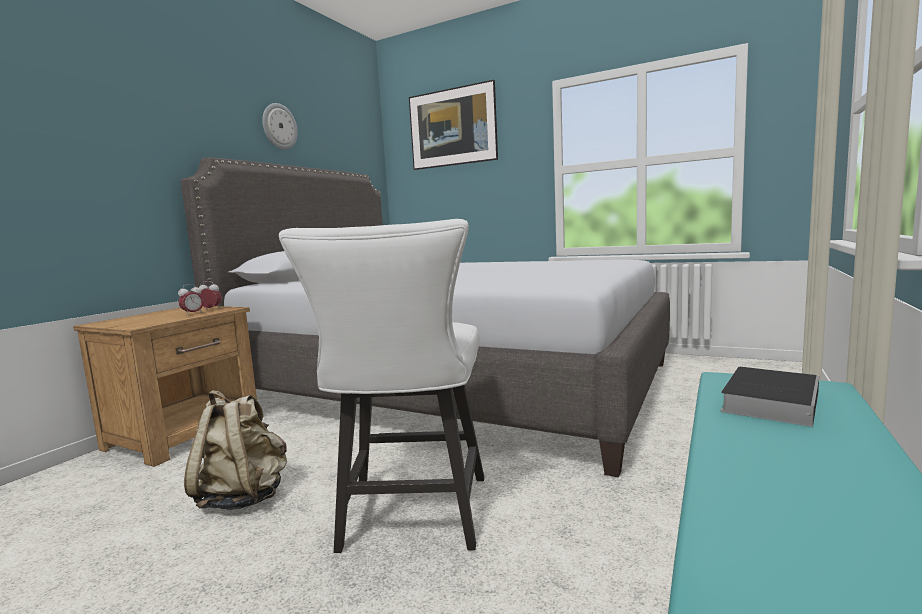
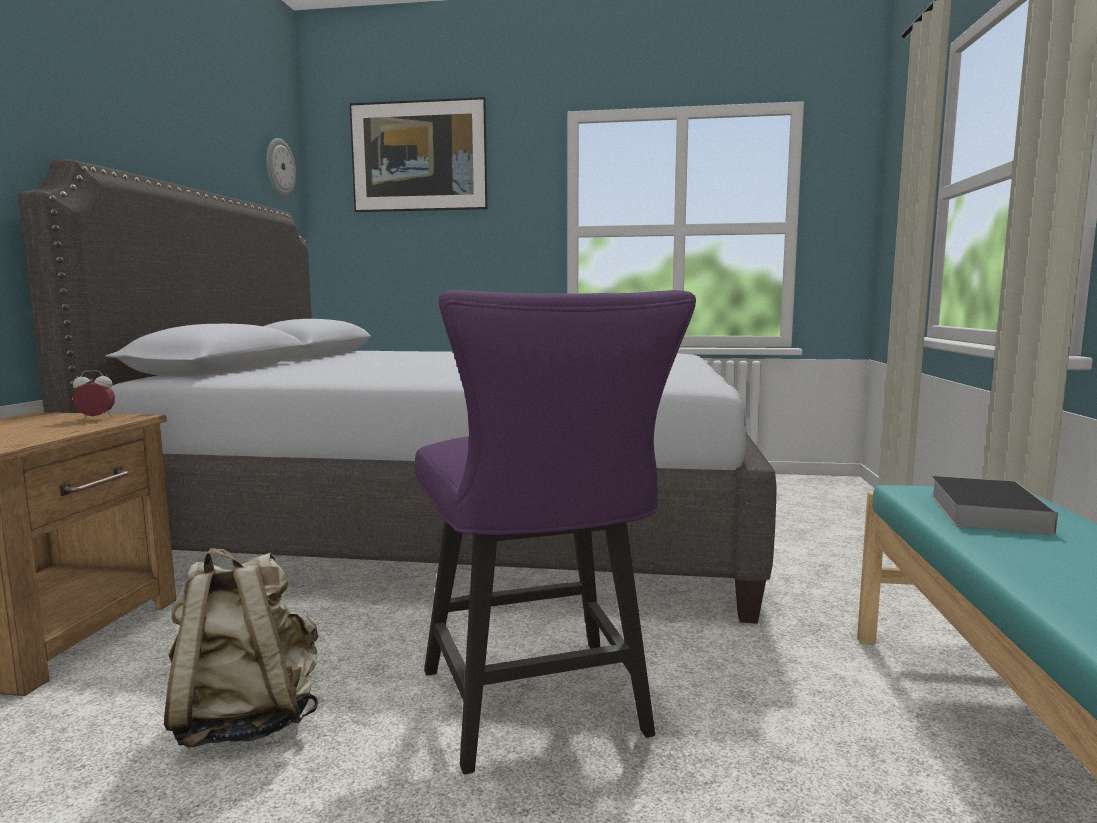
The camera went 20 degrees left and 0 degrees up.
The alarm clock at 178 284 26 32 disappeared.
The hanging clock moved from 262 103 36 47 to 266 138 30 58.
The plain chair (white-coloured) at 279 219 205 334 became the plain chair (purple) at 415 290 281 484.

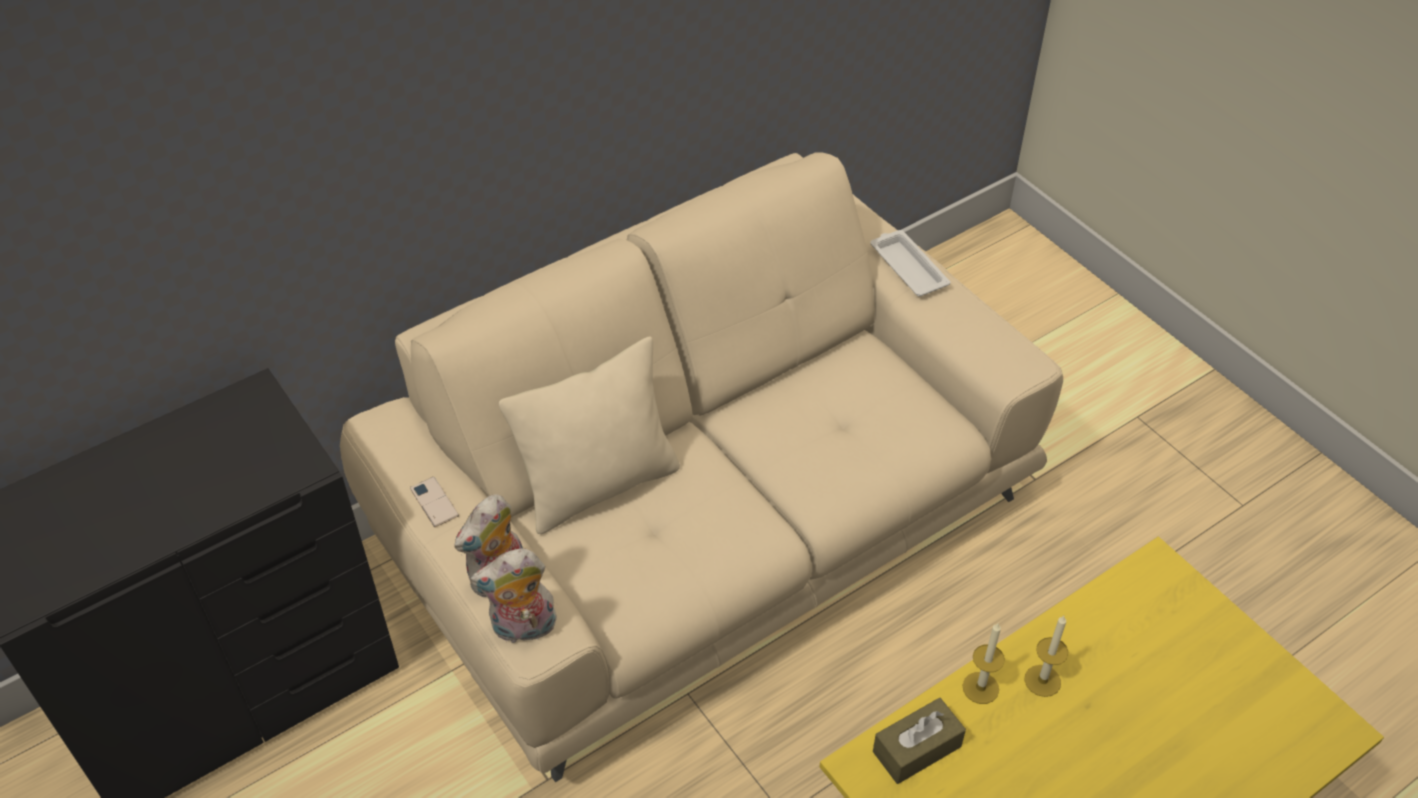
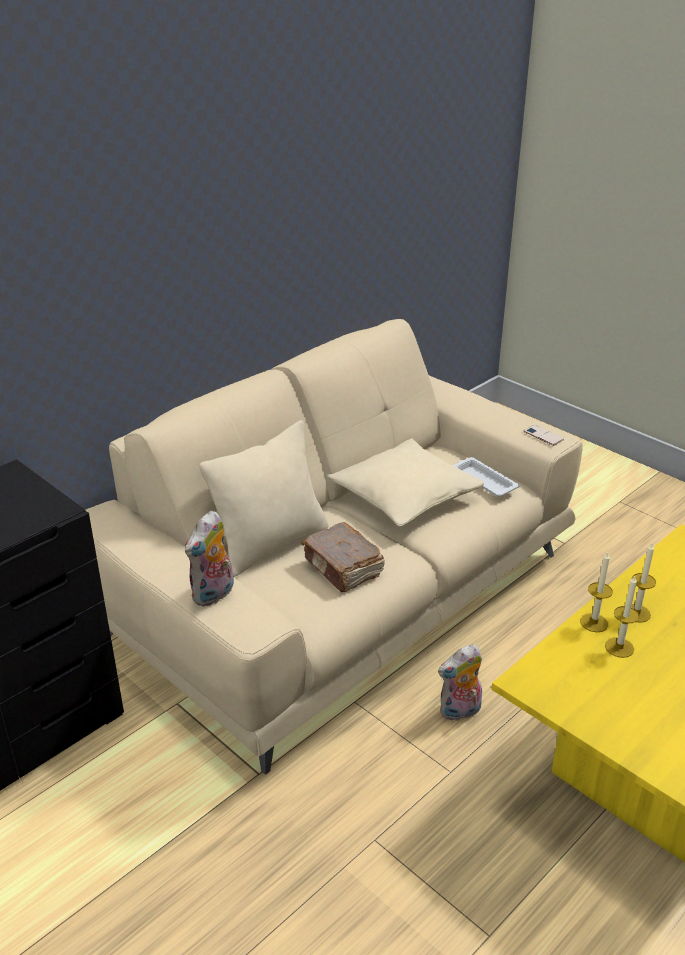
The camera went 10 degrees left and 15 degrees down.
The tissue holder (brown-coloured) at 873 698 93 86 disappeared.
The bound book (brown-coloured) at 301 522 84 70 appeared.
The cushion (sand-coloured) at 327 438 157 89 appeared.
The wax candle at 605 576 34 82 appeared.
The handset moved from 410 477 49 50 to 524 425 40 21.
The plush toy moved from 470 548 87 95 to 438 644 45 77.
The tray (white-coloured) moved from 870 230 81 66 to 453 457 67 40.

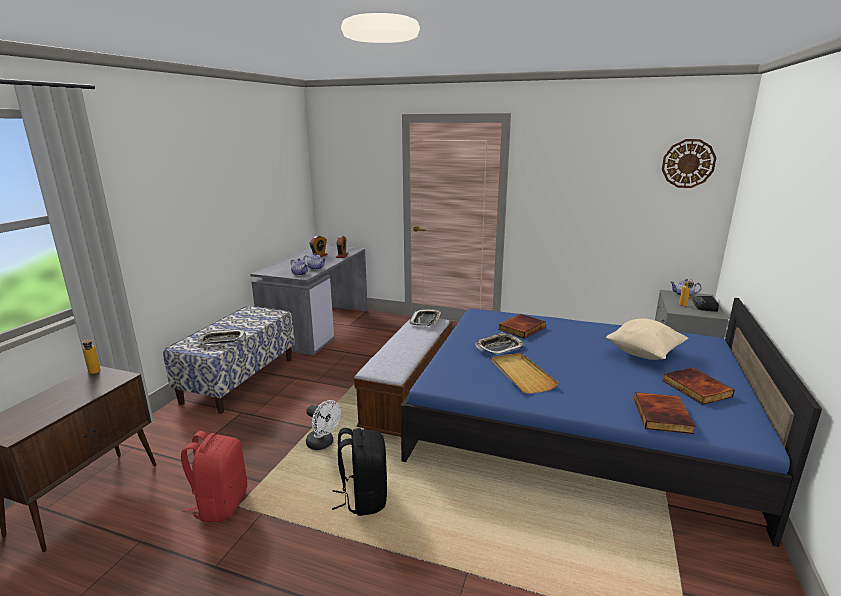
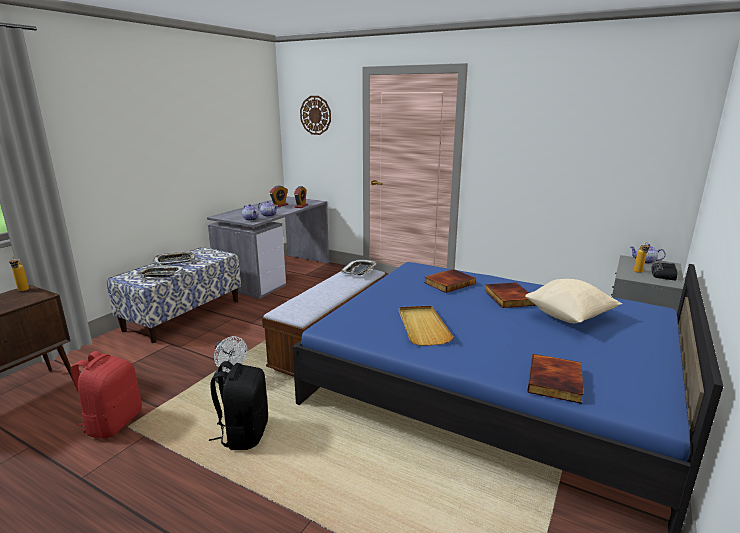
The camera went 10 degrees right and 0 degrees up.
The tray moved from 475 332 50 23 to 153 251 42 14.
The hanging clock moved from 662 139 54 49 to 300 96 31 39.
The bound book moved from 662 368 73 37 to 485 282 50 26.

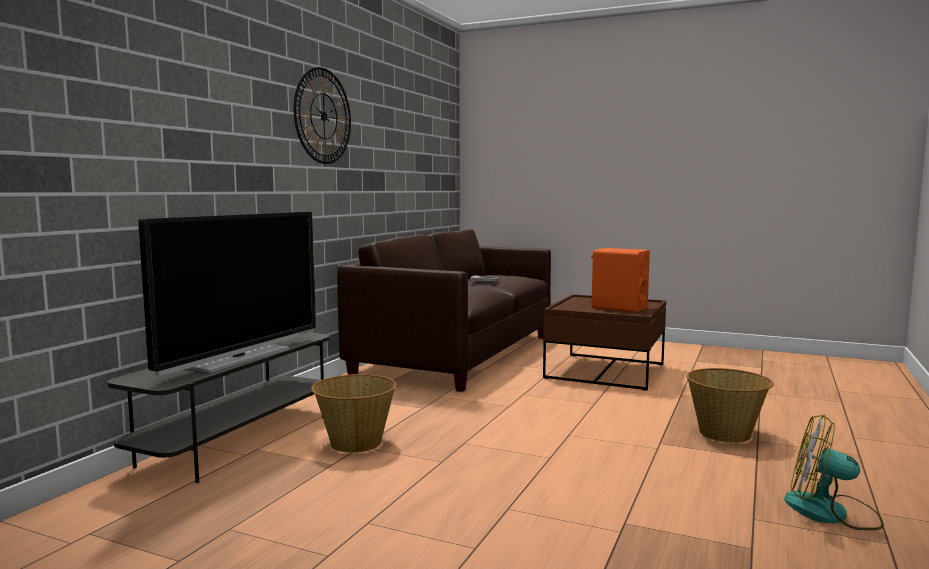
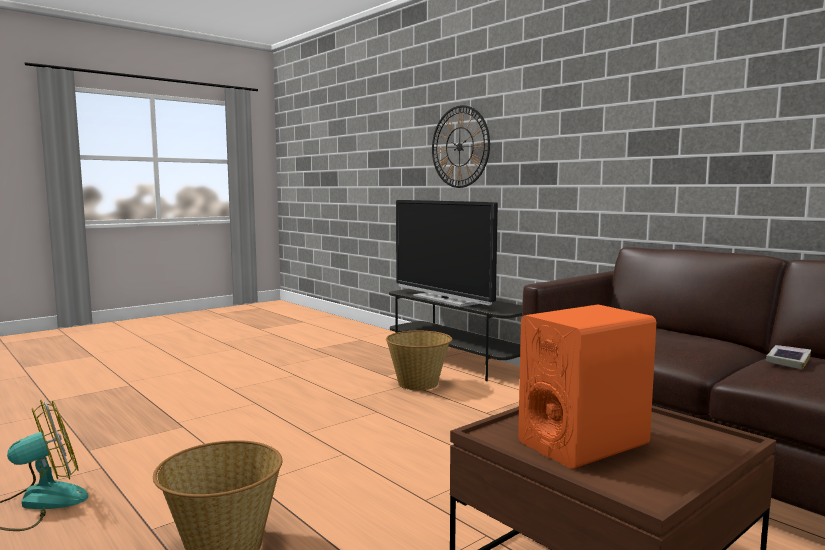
The camera went 115 degrees right and 0 degrees up.
The hanging clock moved from 294 67 57 97 to 432 105 58 83.

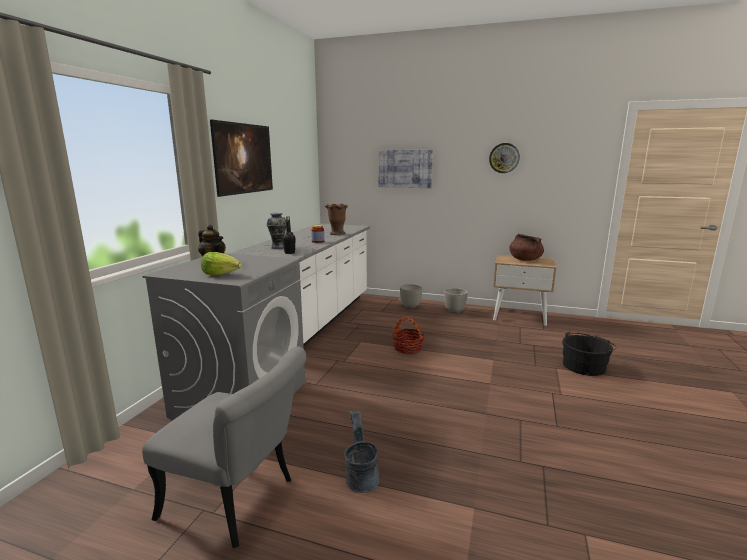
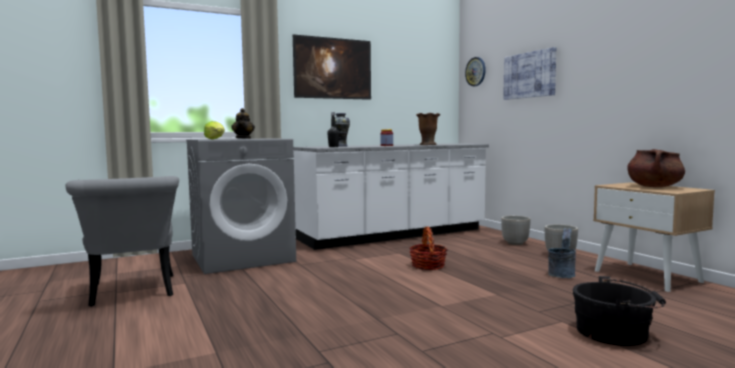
The camera went 45 degrees right and 10 degrees down.
The water bucket (gray) moved from 344 411 35 82 to 548 228 28 50.
The hanging clock moved from 489 143 31 30 to 465 57 21 29.

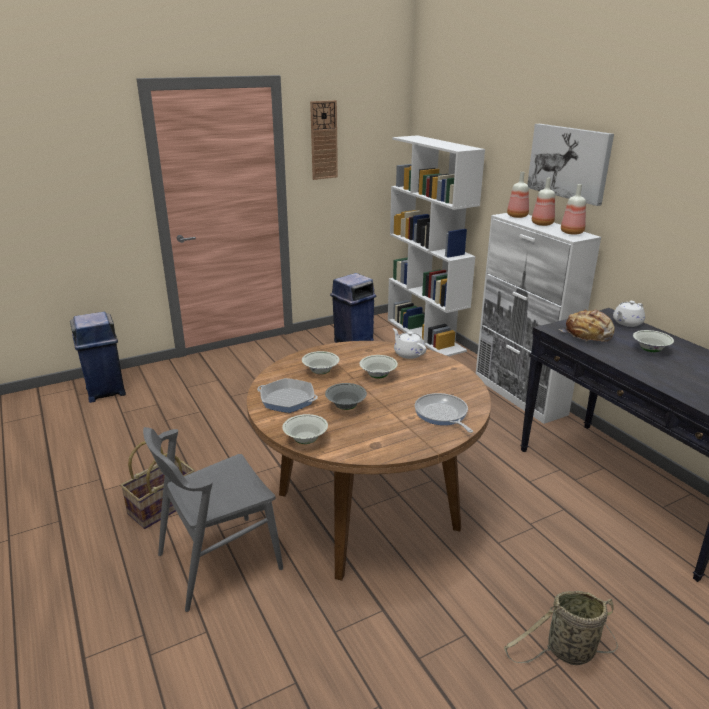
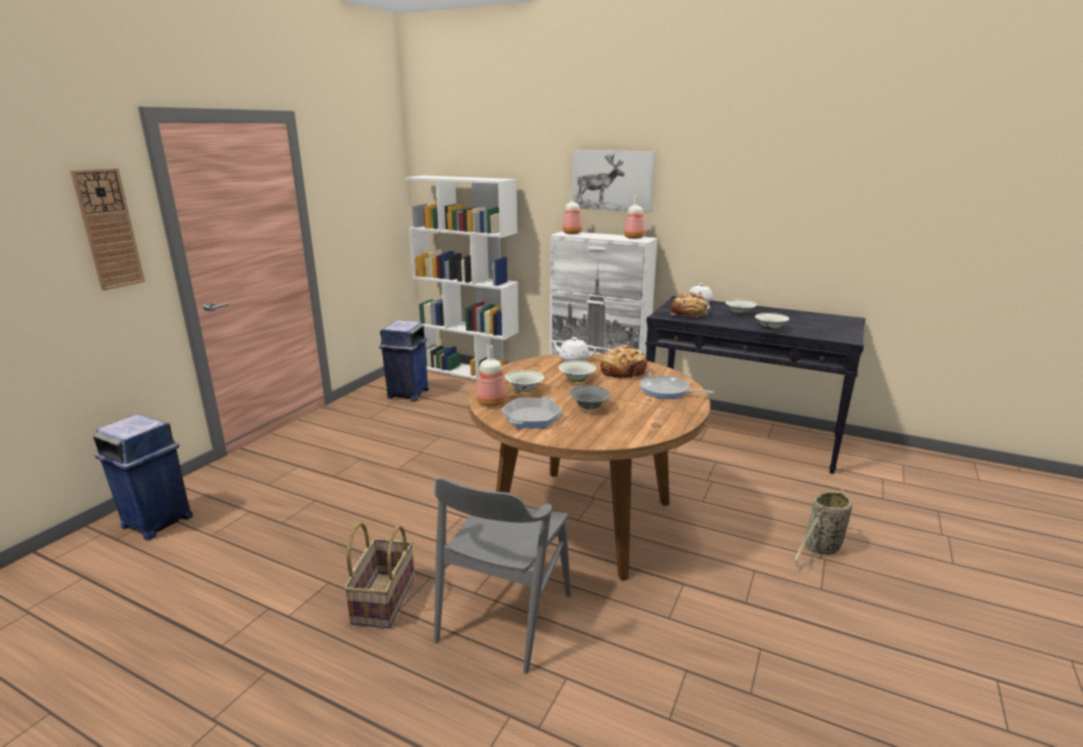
The camera went 35 degrees left and 5 degrees down.
The baked bread at 600 345 51 35 appeared.
The serving bowl (white-coloured) moved from 282 414 46 30 to 755 313 34 17.
The hanging clock moved from 310 100 28 80 to 70 168 75 123.
The drink bottle moved from 532 178 23 48 to 477 345 29 62.
The frying pan at 257 378 61 35 turned 135 degrees clockwise.

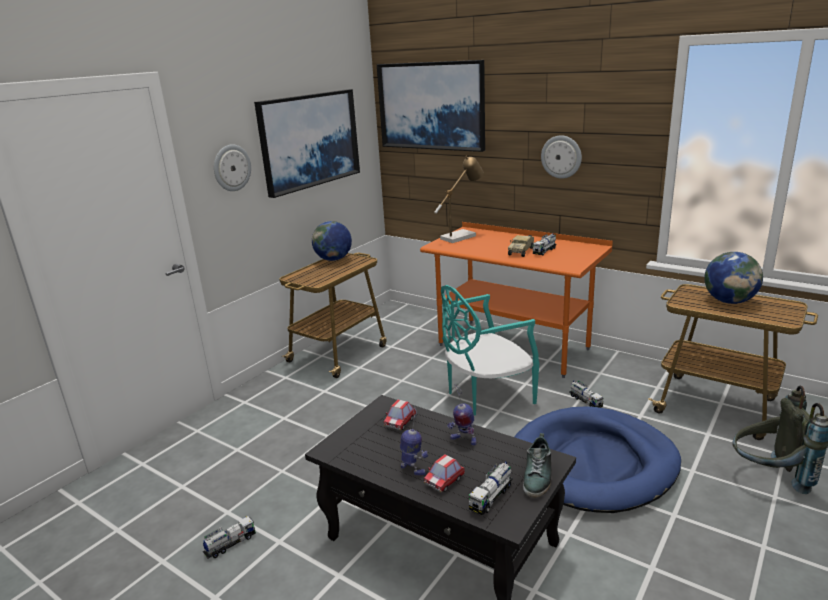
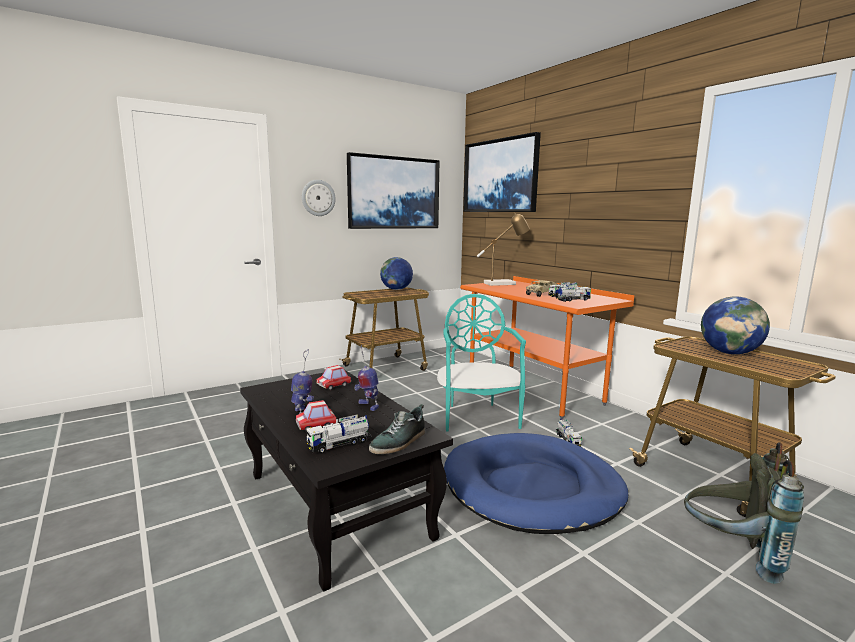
The camera went 20 degrees right and 10 degrees down.
The hanging clock at 541 135 41 44 disappeared.
The toy lorry moved from 203 516 53 43 to 556 286 35 16.
The plain chair (turquoise) at 441 285 98 131 turned 90 degrees clockwise.

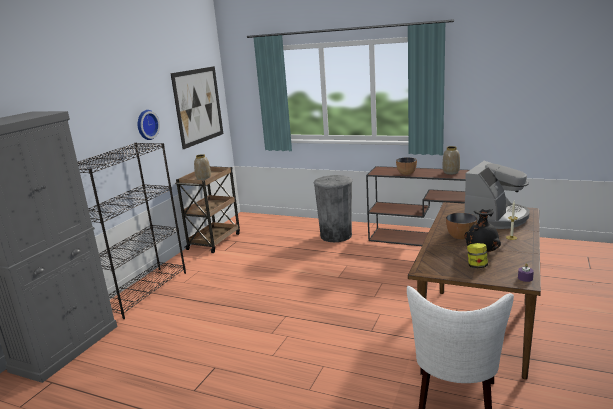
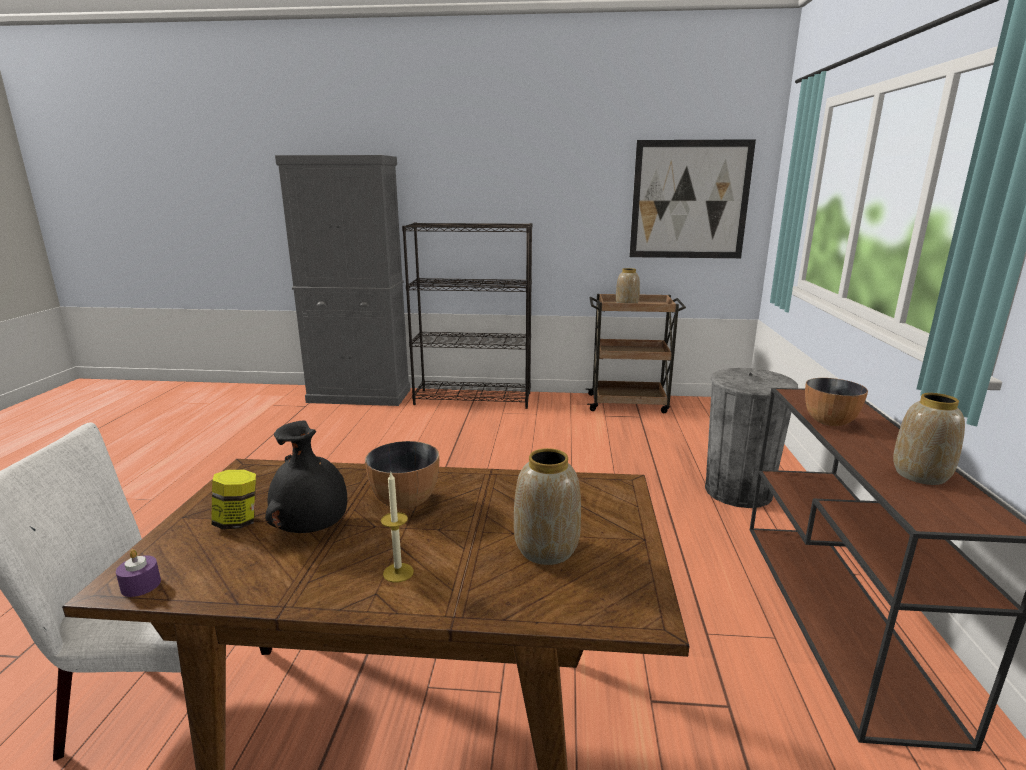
The camera went 70 degrees right and 0 degrees up.
The hanging clock at 138 110 22 30 disappeared.
The coffee brewer at 464 161 66 68 was replaced by the flower vase at 514 448 67 117.

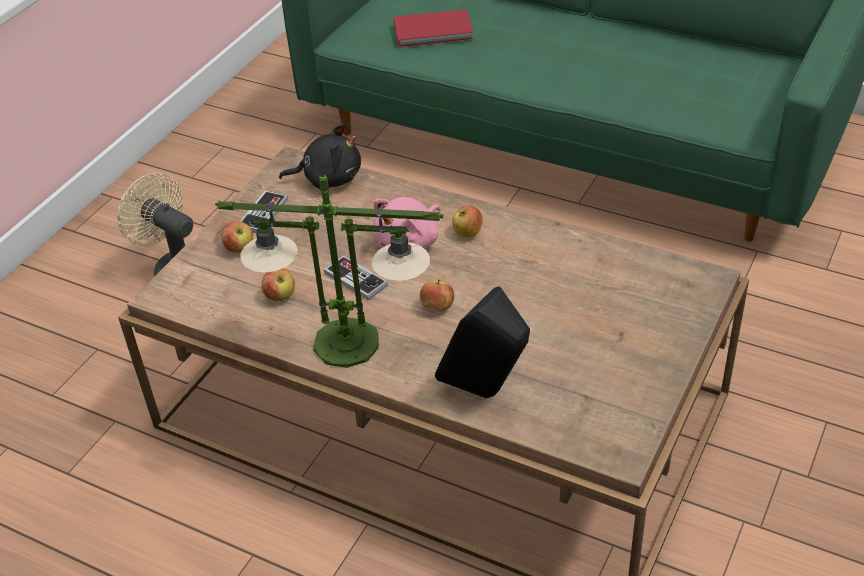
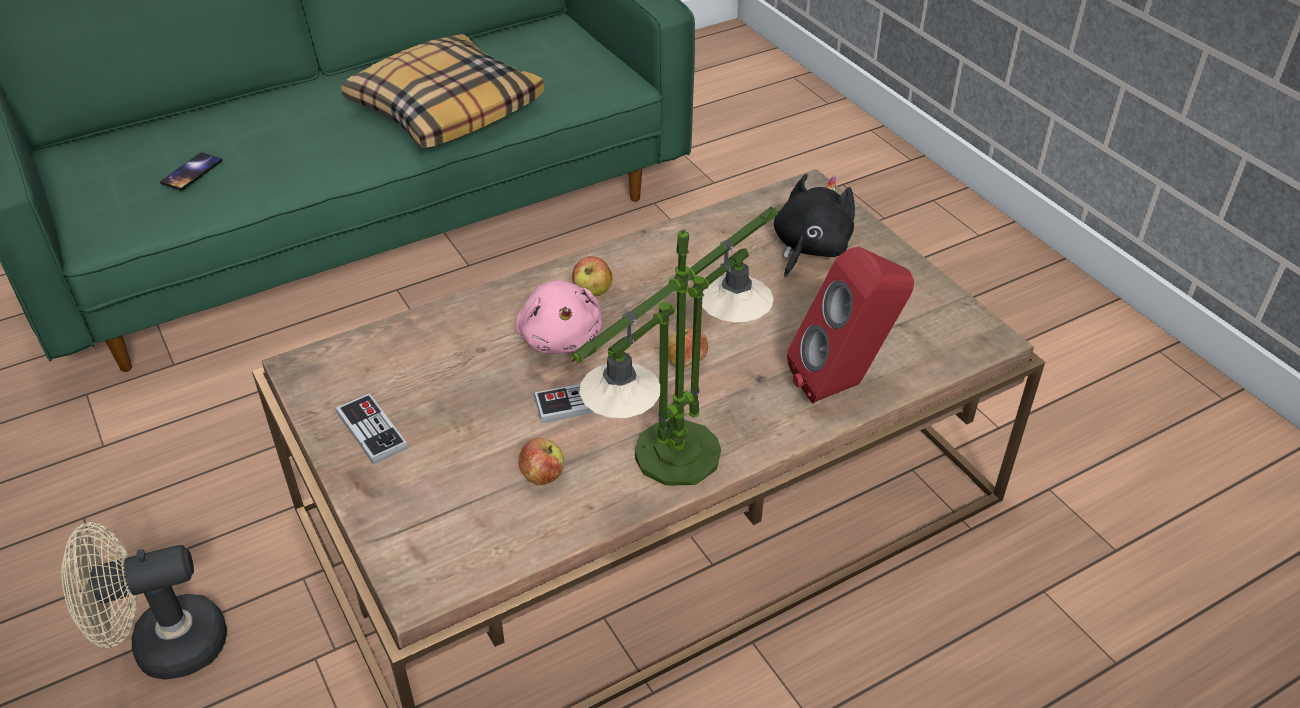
The camera went 60 degrees left and 0 degrees up.
The whole apple at 221 221 32 32 disappeared.
The cushion at 341 34 203 115 appeared.
The plush toy (blackish) moved from 279 124 82 65 to 774 174 81 104.
The bound book (red-coloured) at 393 9 80 39 was replaced by the handset at 160 152 62 39.
The speaker (blackish) at 435 286 95 112 became the speaker (red-coloured) at 787 246 127 158.

